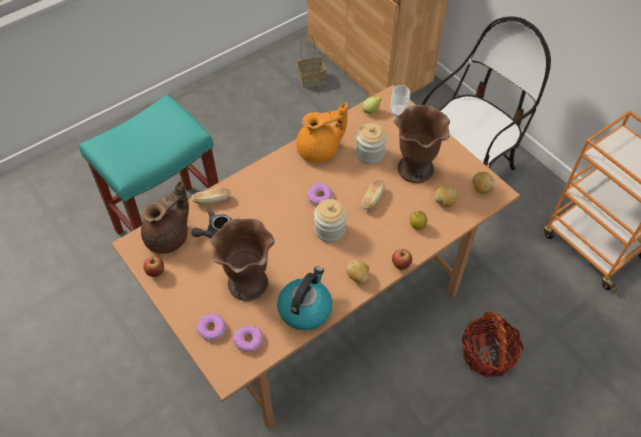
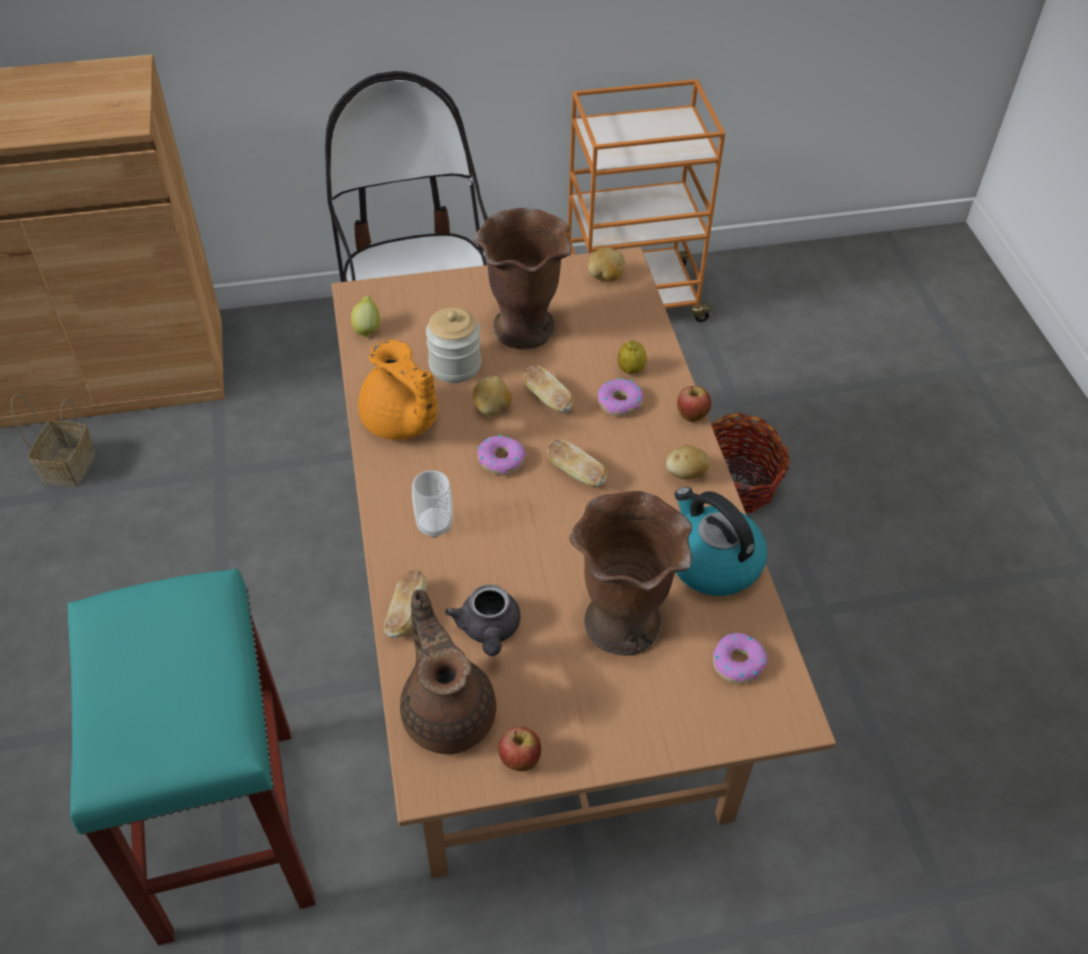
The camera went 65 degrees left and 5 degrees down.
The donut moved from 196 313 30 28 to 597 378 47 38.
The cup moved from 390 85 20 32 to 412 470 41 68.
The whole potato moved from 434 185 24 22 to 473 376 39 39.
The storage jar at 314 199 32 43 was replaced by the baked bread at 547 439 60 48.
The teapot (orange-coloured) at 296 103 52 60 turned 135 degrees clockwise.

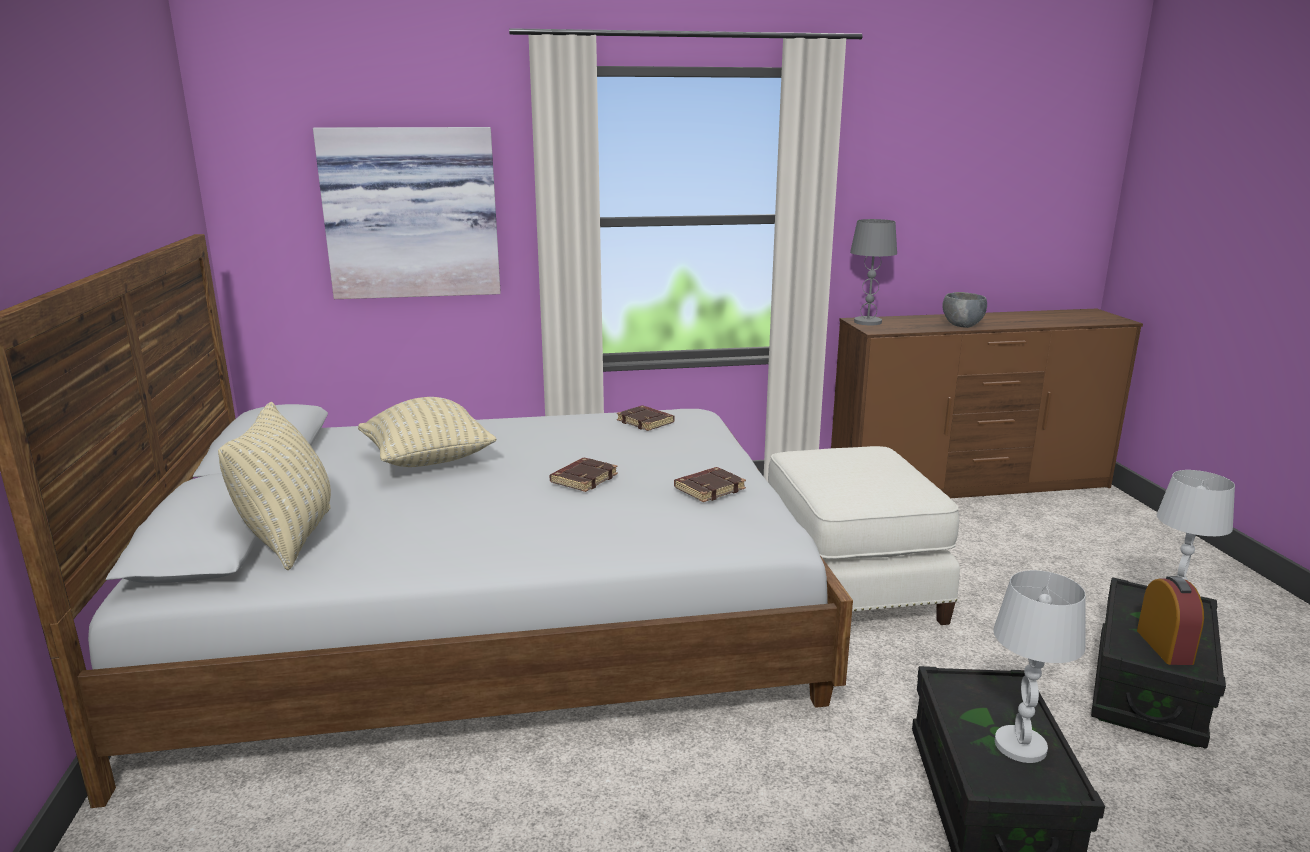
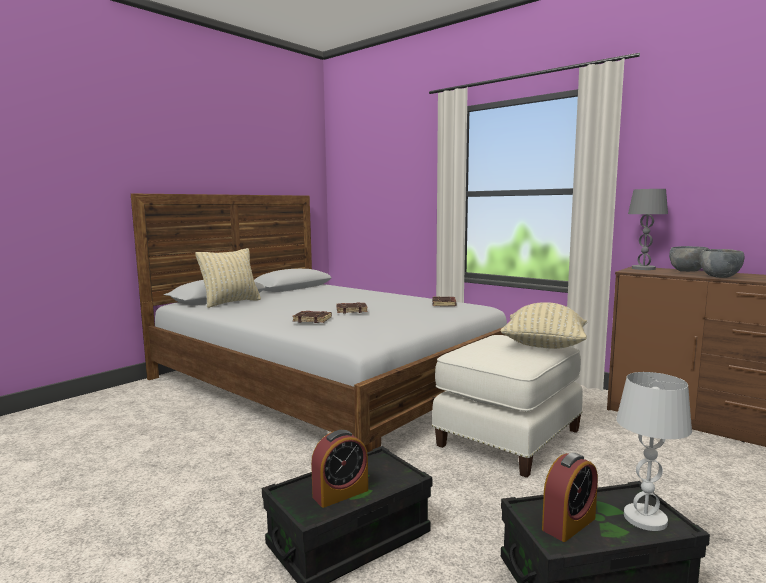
The camera went 50 degrees right and 10 degrees down.
The picture at 313 127 188 172 disappeared.
The serving bowl (gray) at 669 246 39 26 appeared.
The cushion (sand-coloured) moved from 358 397 138 70 to 501 302 86 47.
The bound book (brown-coloured) moved from 674 467 72 35 to 292 311 40 12.
The tabletop lamp (white-coloured) at 993 570 93 193 was replaced by the alarm clock at 311 430 57 78.

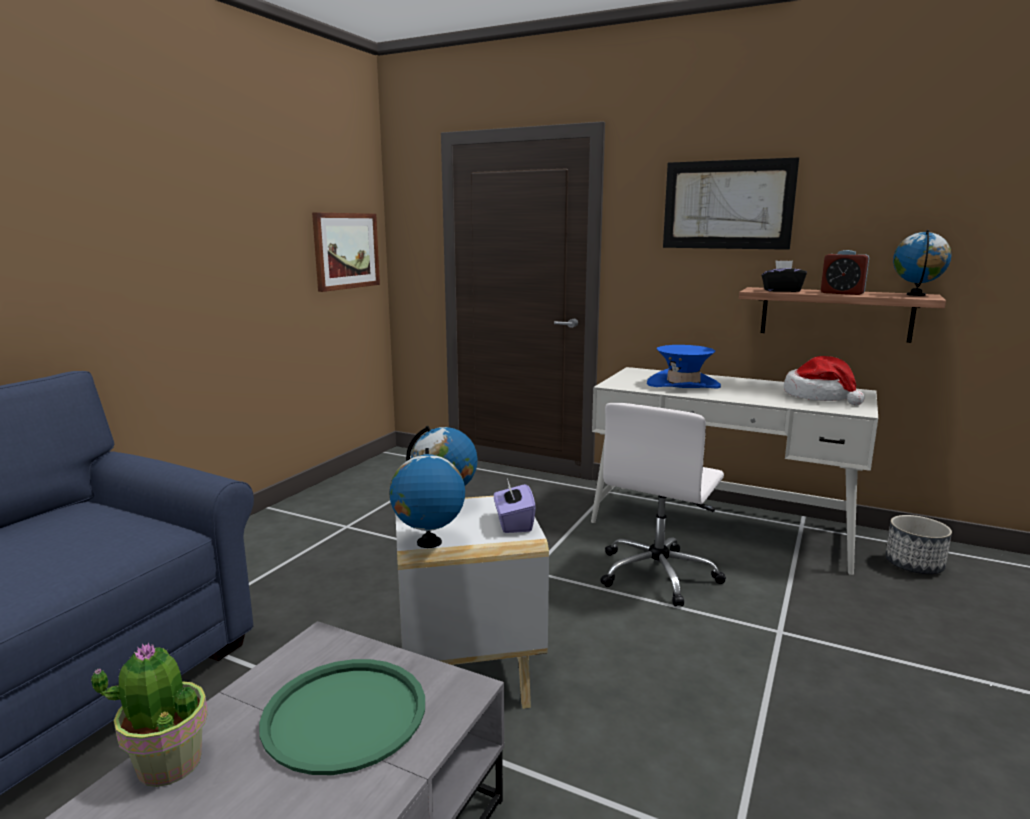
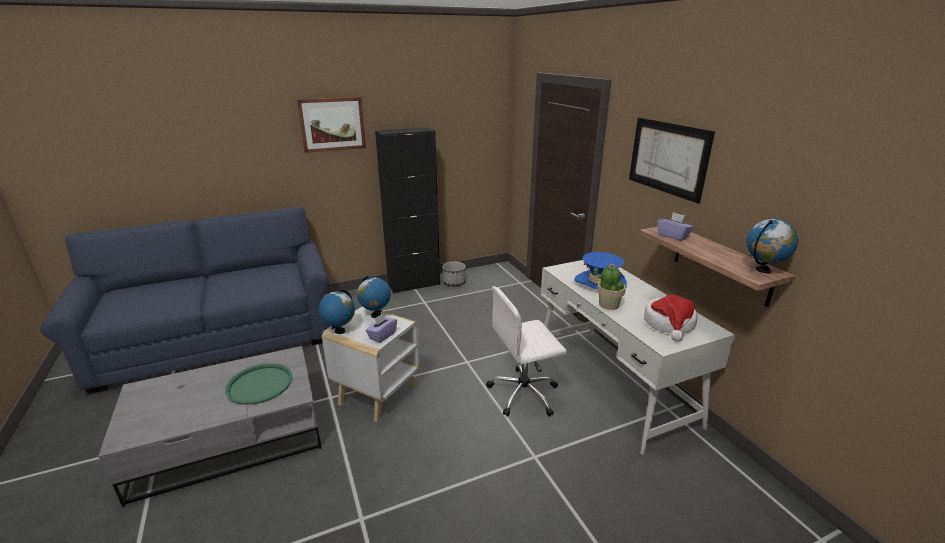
The camera went 40 degrees right and 10 degrees up.
The alarm clock at 821 250 48 45 disappeared.
The storage cabinet (blackish) at 375 127 65 167 appeared.
The potted plant moved from 91 642 117 145 to 594 263 32 47.
The picture moved from 312 212 68 80 to 297 97 69 56.
The plant pot moved from 885 515 67 59 to 443 261 23 26.
The tissue holder (blackish) at 761 260 46 32 became the tissue holder (purple) at 657 212 36 29.

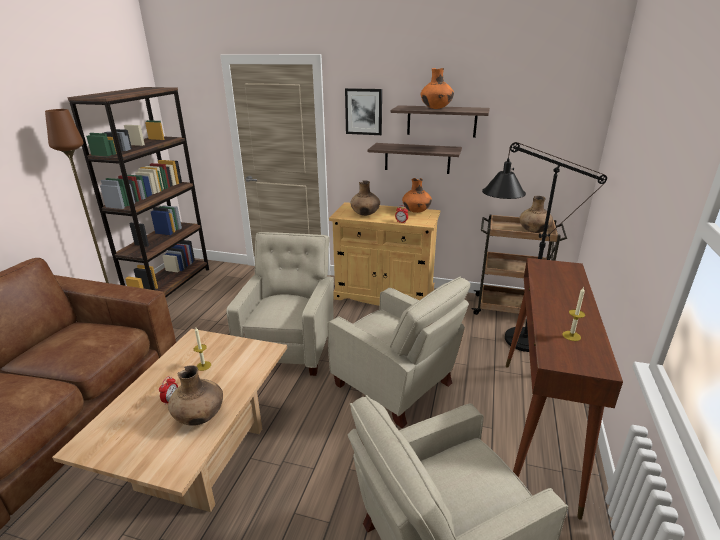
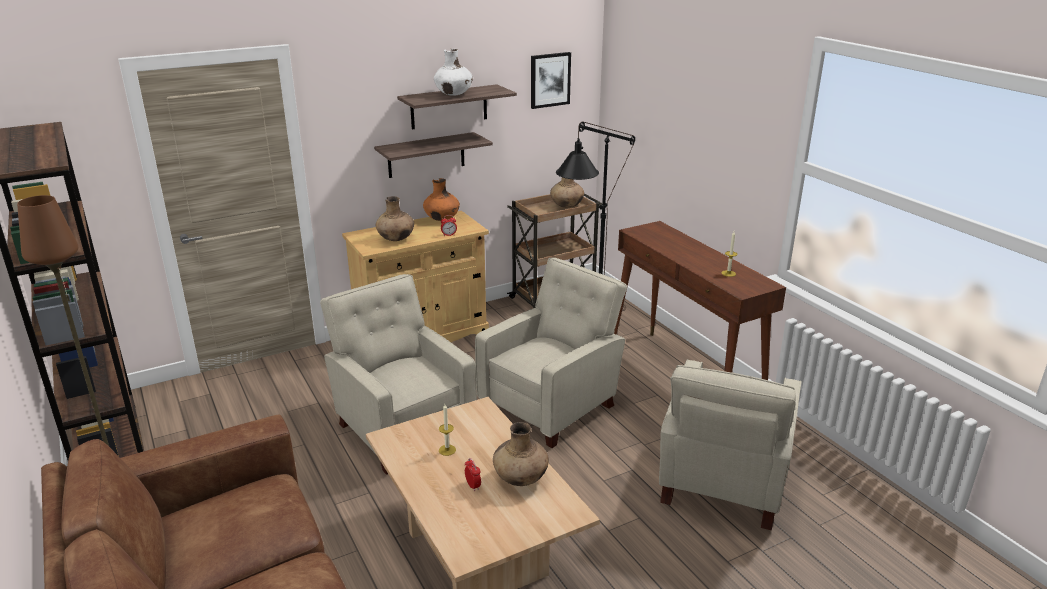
The camera went 45 degrees left and 0 degrees up.
The picture moved from 345 88 37 47 to 531 52 40 57.
The flower vase (orange-coloured) at 421 68 33 41 became the flower vase (white-coloured) at 434 49 39 47.
The easy chair (sand-coloured) at 327 276 143 152 turned 45 degrees counterclockwise.

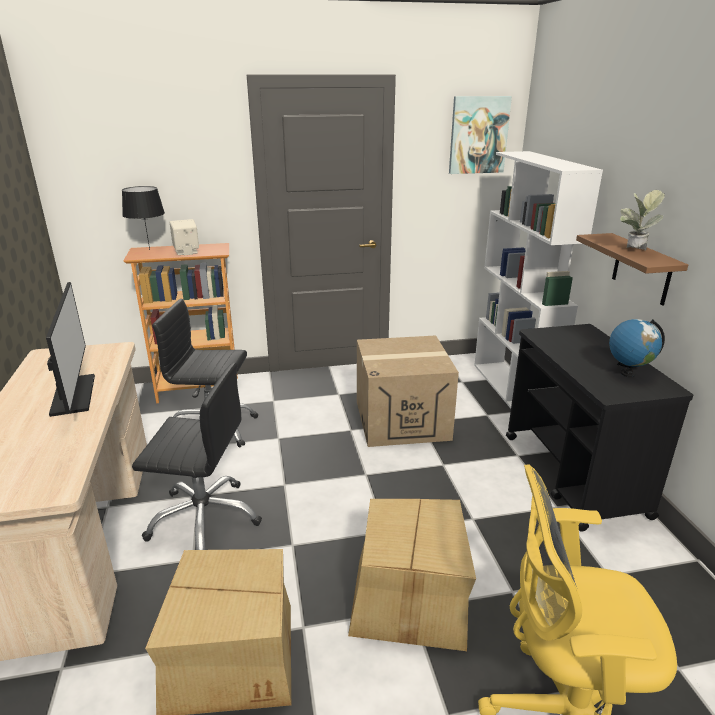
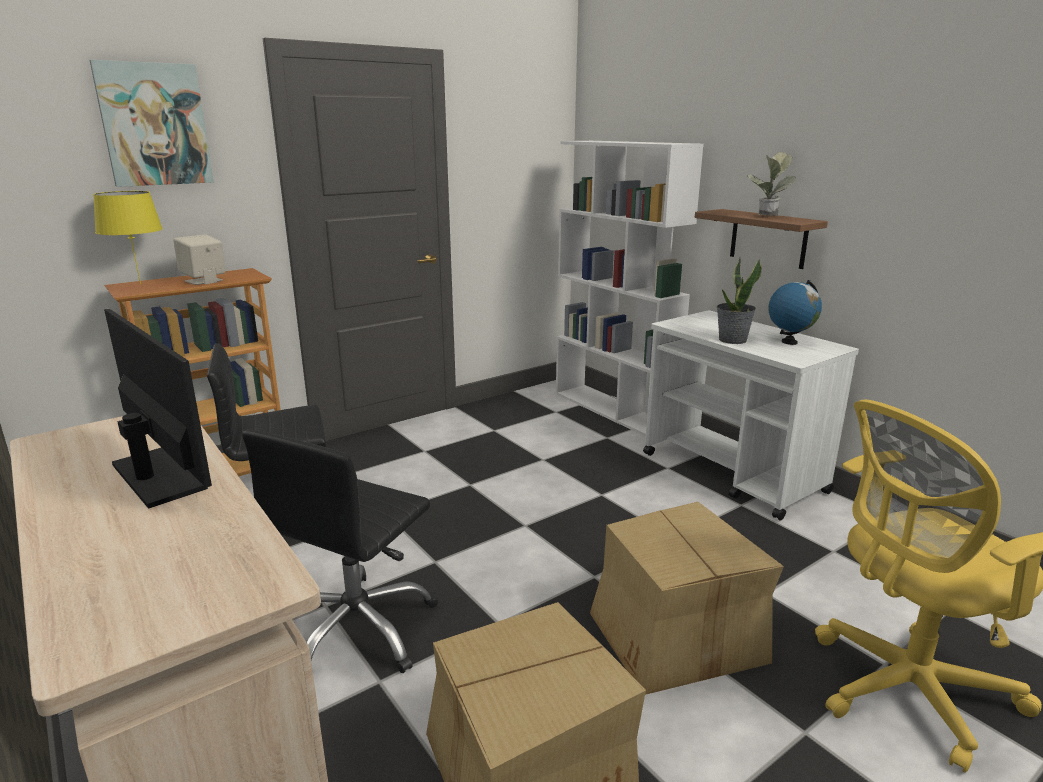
The camera went 25 degrees left and 5 degrees down.
The cardboard box at 357 335 102 112 disappeared.
The potted plant at 717 258 45 86 appeared.
The picture moved from 449 96 63 78 to 90 60 124 127.
The tabletop lamp (blackish) at 122 186 43 64 became the tabletop lamp (yellow) at 93 191 70 93.
The wheeled cart (blackish) at 506 324 187 208 became the wheeled cart (white-coloured) at 643 310 216 211.
The desk chair (blackish) at 132 363 130 187 turned 135 degrees clockwise.

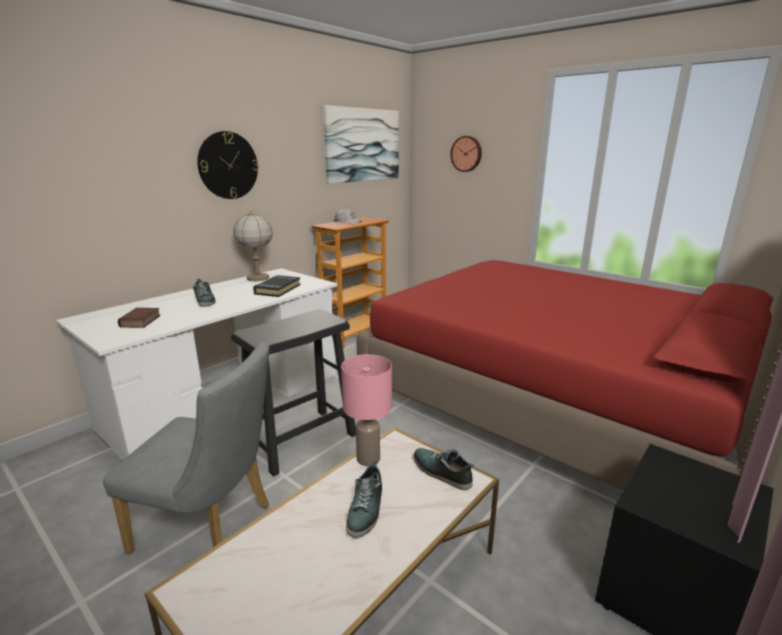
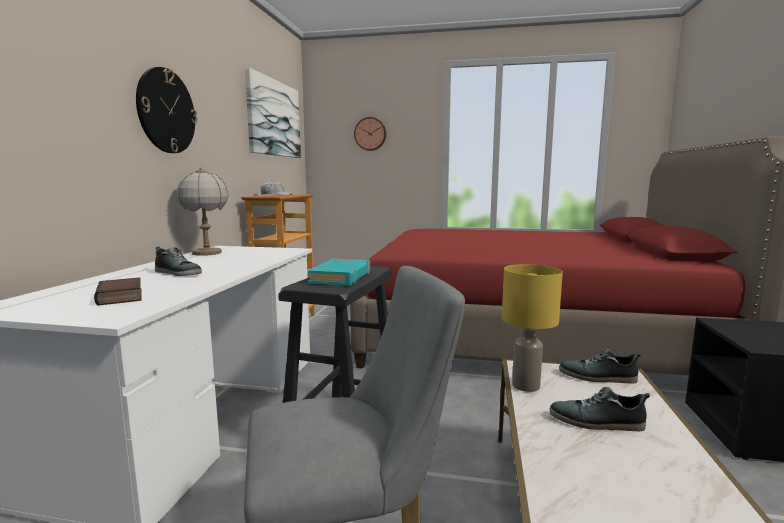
The camera went 30 degrees left and 10 degrees down.
The bound book (blackish) at 253 275 48 22 disappeared.
The bound book (turquoise) at 308 258 62 28 appeared.
The tabletop lamp (pink) at 341 354 51 112 became the tabletop lamp (yellow) at 502 264 61 128.
The low shoe at 346 460 36 78 turned 120 degrees clockwise.

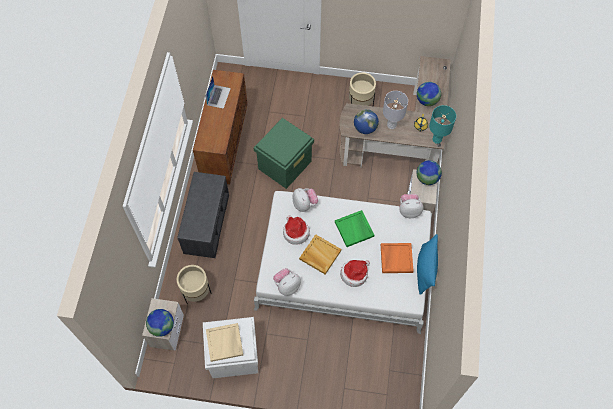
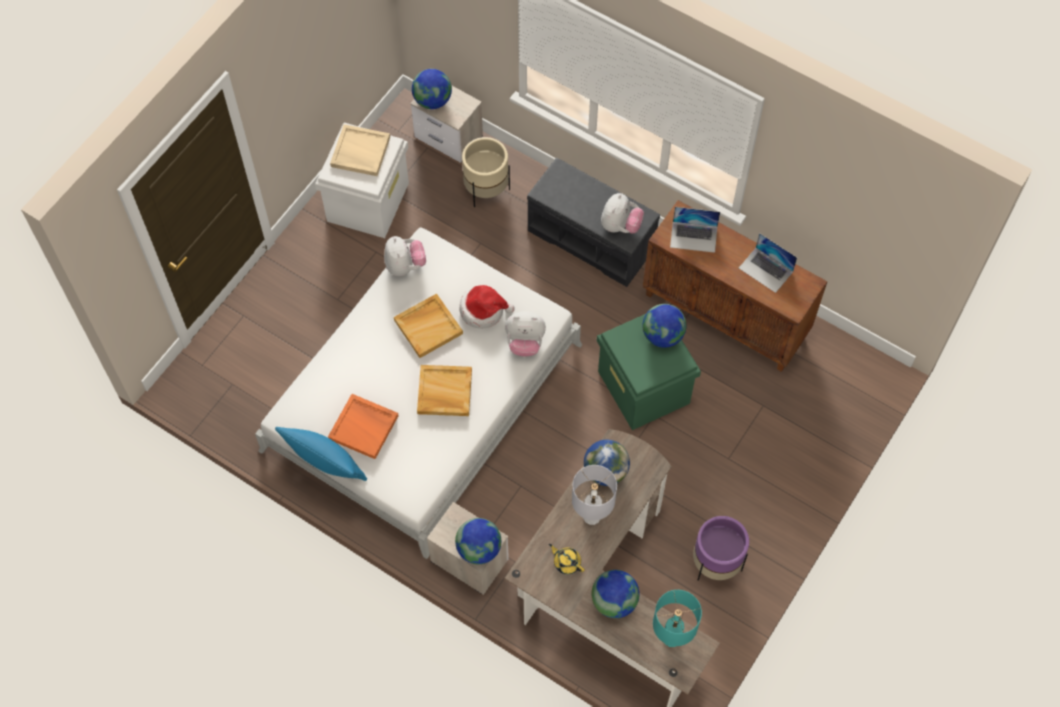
The camera went 115 degrees right and 0 degrees up.
The hat at 340 260 30 27 disappeared.
The world globe at 642 304 44 44 appeared.
The laptop at 670 207 50 46 appeared.
The plush toy moved from 399 194 24 24 to 601 193 43 41.
The tabletop lamp (turquoise) moved from 429 105 27 39 to 653 590 49 57.
The tray (green) at 335 210 39 37 became the tray (sand-coloured) at 417 365 55 51.
The plant pot (sand-coloured) at 349 72 27 34 became the plant pot (purple) at 693 516 56 65.

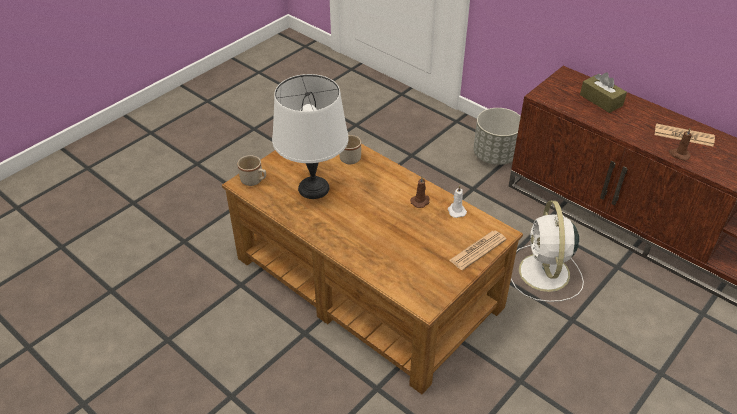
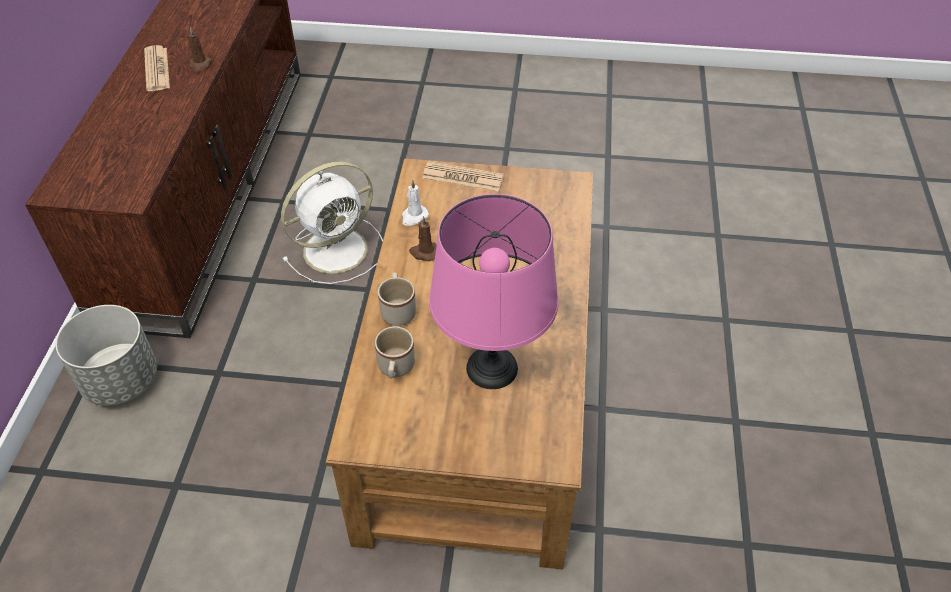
The camera went 125 degrees left and 5 degrees up.
The tissue holder (brown-coloured) at 580 72 47 41 disappeared.
The coffee mug (sand-coloured) moved from 237 155 29 31 to 378 273 38 53.
The tabletop lamp (white-coloured) at 272 74 77 125 became the tabletop lamp (pink) at 429 194 129 195.

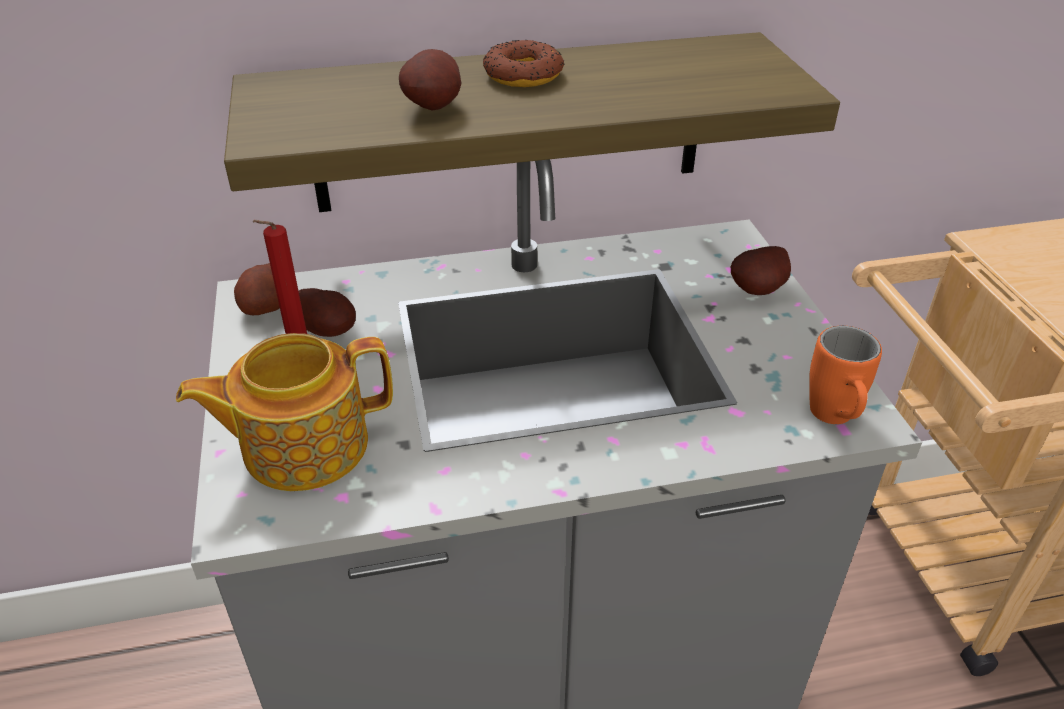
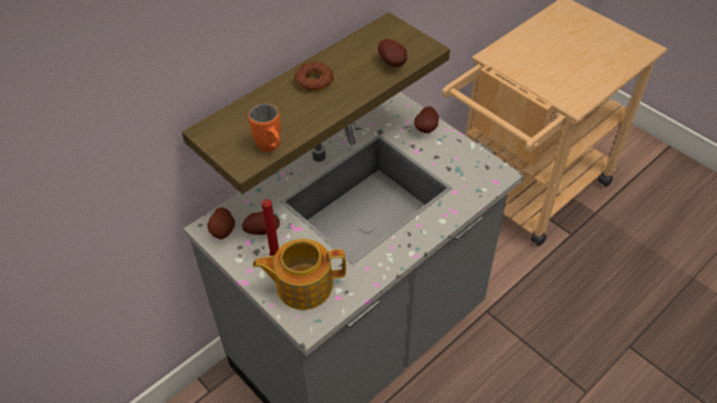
The camera went 30 degrees left and 10 degrees up.
The whole potato moved from 399 49 63 62 to 378 39 29 28.
The coffee mug (orange-coloured) moved from 809 326 73 98 to 248 103 33 49.
The teapot at 176 333 217 158 turned 45 degrees clockwise.

